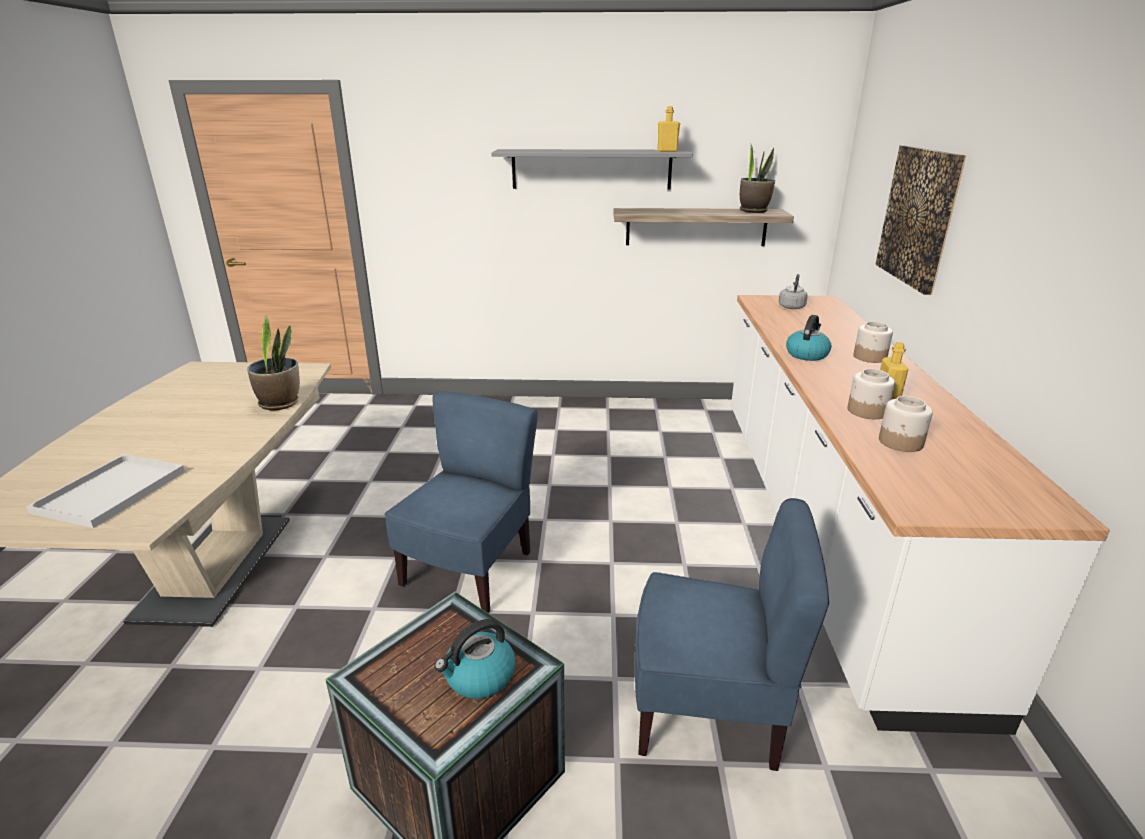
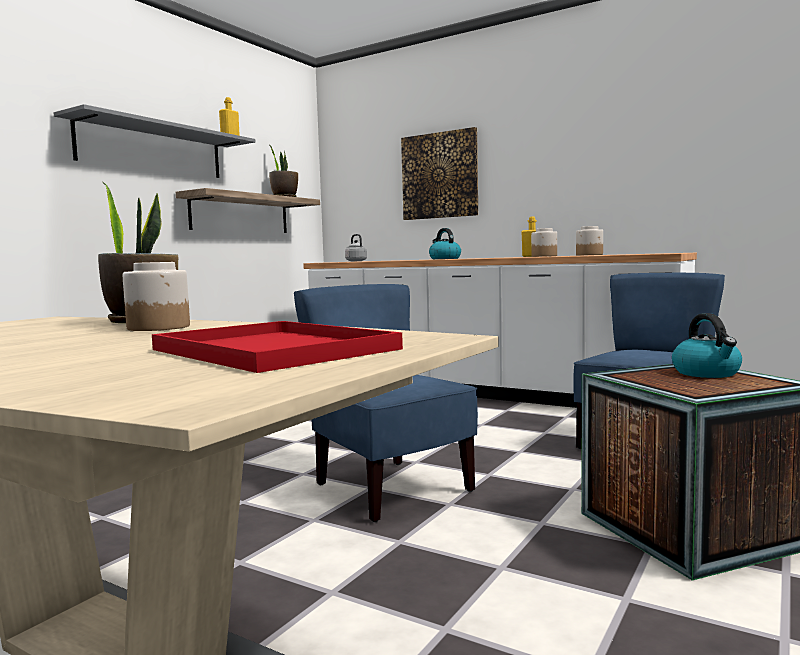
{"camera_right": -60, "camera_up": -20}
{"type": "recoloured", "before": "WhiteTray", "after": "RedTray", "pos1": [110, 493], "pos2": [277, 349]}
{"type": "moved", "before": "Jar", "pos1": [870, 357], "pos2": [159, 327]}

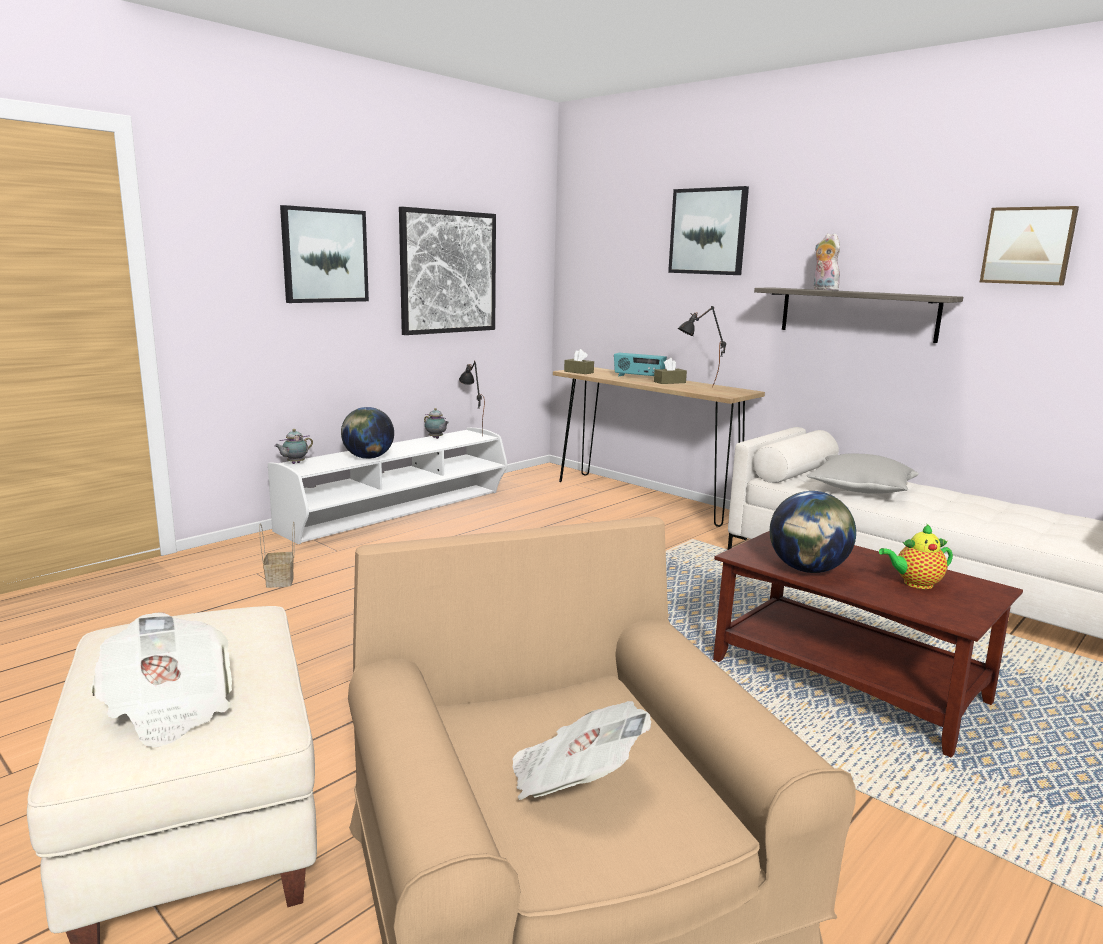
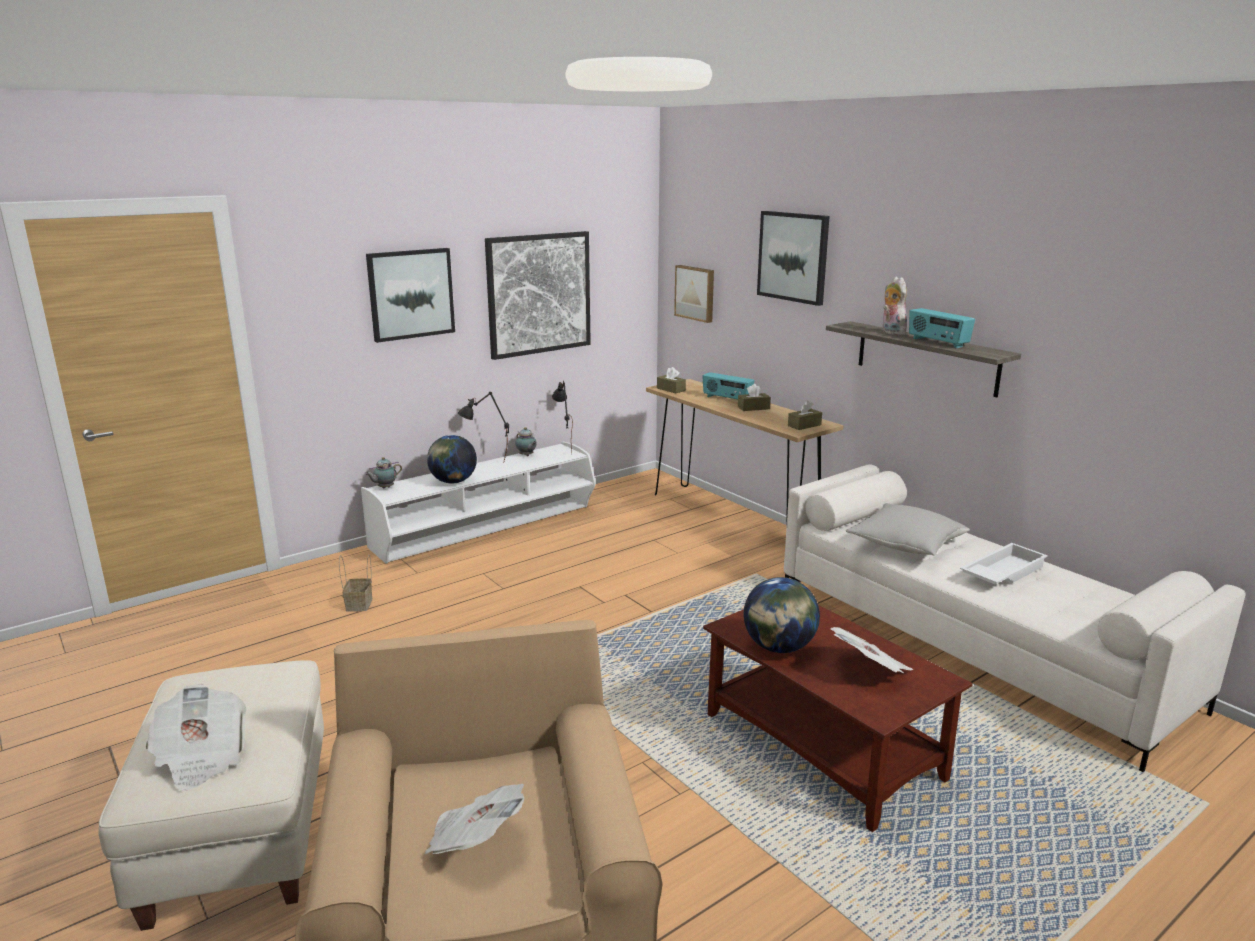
{"camera_right": 10, "camera_up": 5}
{"type": "moved", "before": "BlackTableLamp", "pos1": [698, 389], "pos2": [486, 466]}
{"type": "replaced", "before": "Teapot", "after": "Newspaper", "pos1": [915, 584], "pos2": [870, 670]}
{"type": "moved", "before": "Picture", "pos1": [1028, 246], "pos2": [695, 293]}
{"type": "added", "after": "BrownTissueBox", "pos2": [804, 425]}
{"type": "added", "after": "Radio", "pos2": [937, 343]}
{"type": "added", "after": "WhiteTray", "pos2": [1001, 572]}

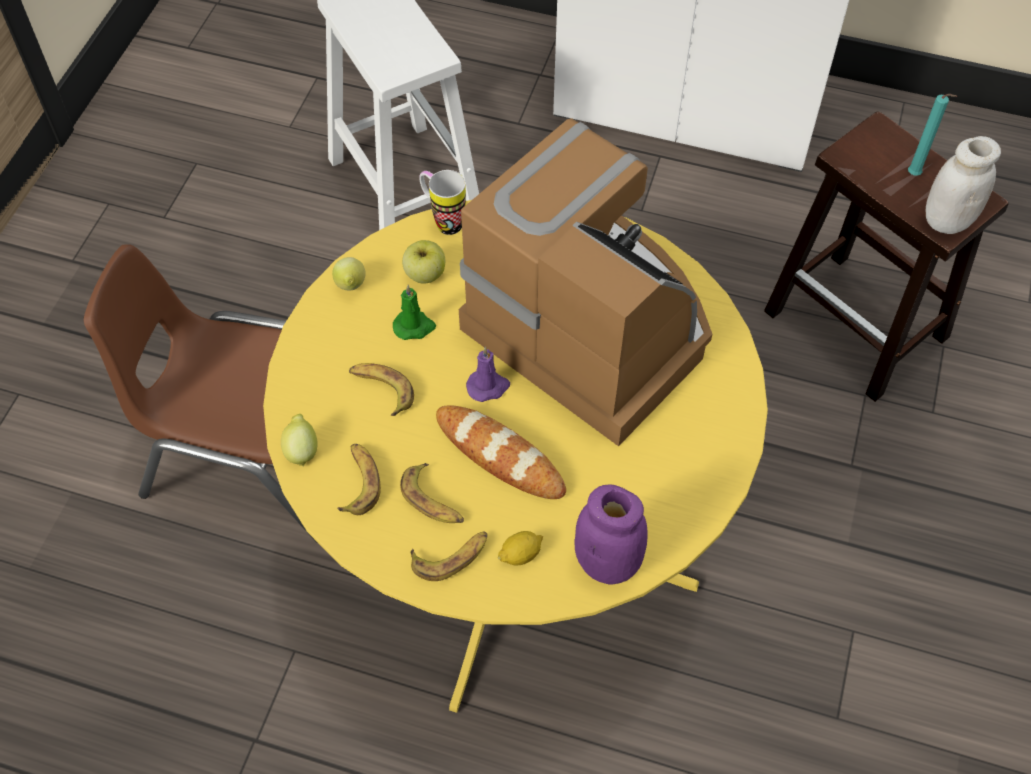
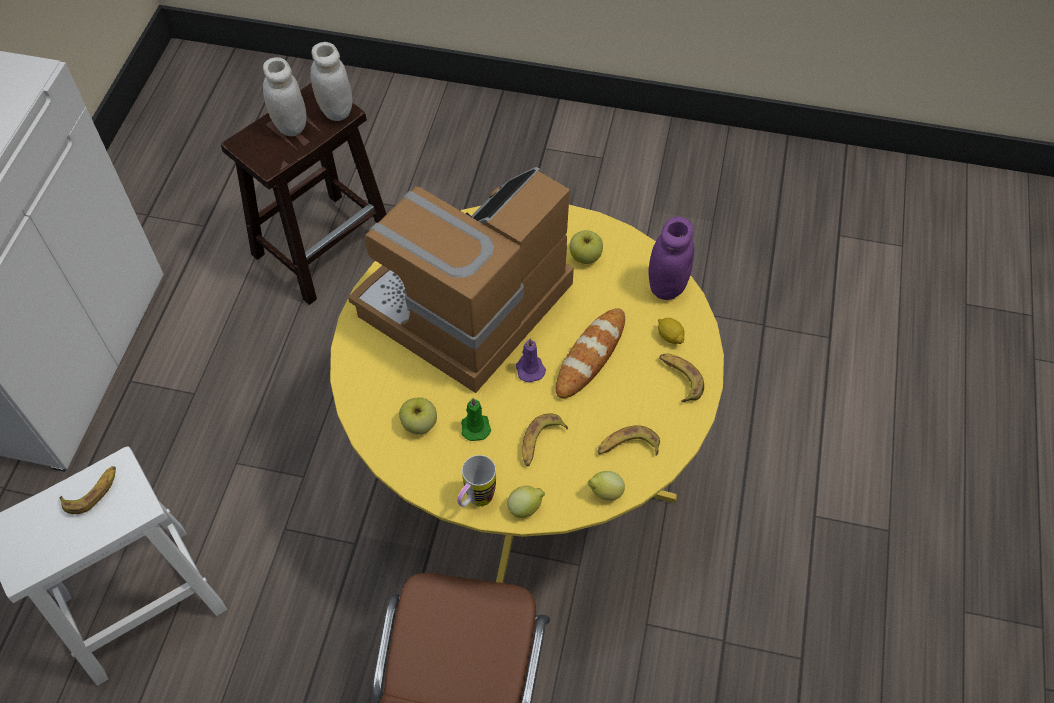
{"camera_right": -95, "camera_up": 0}
{"type": "moved", "before": "Lemon", "pos1": [351, 286], "pos2": [526, 508]}
{"type": "moved", "before": "Banana", "pos1": [433, 500], "pos2": [93, 492]}
{"type": "moved", "before": "Mug", "pos1": [443, 220], "pos2": [475, 502]}
{"type": "replaced", "before": "TurquoiseCandle", "after": "WhiteJar", "pos1": [915, 175], "pos2": [290, 126]}
{"type": "added", "after": "Apple", "pos2": [585, 256]}

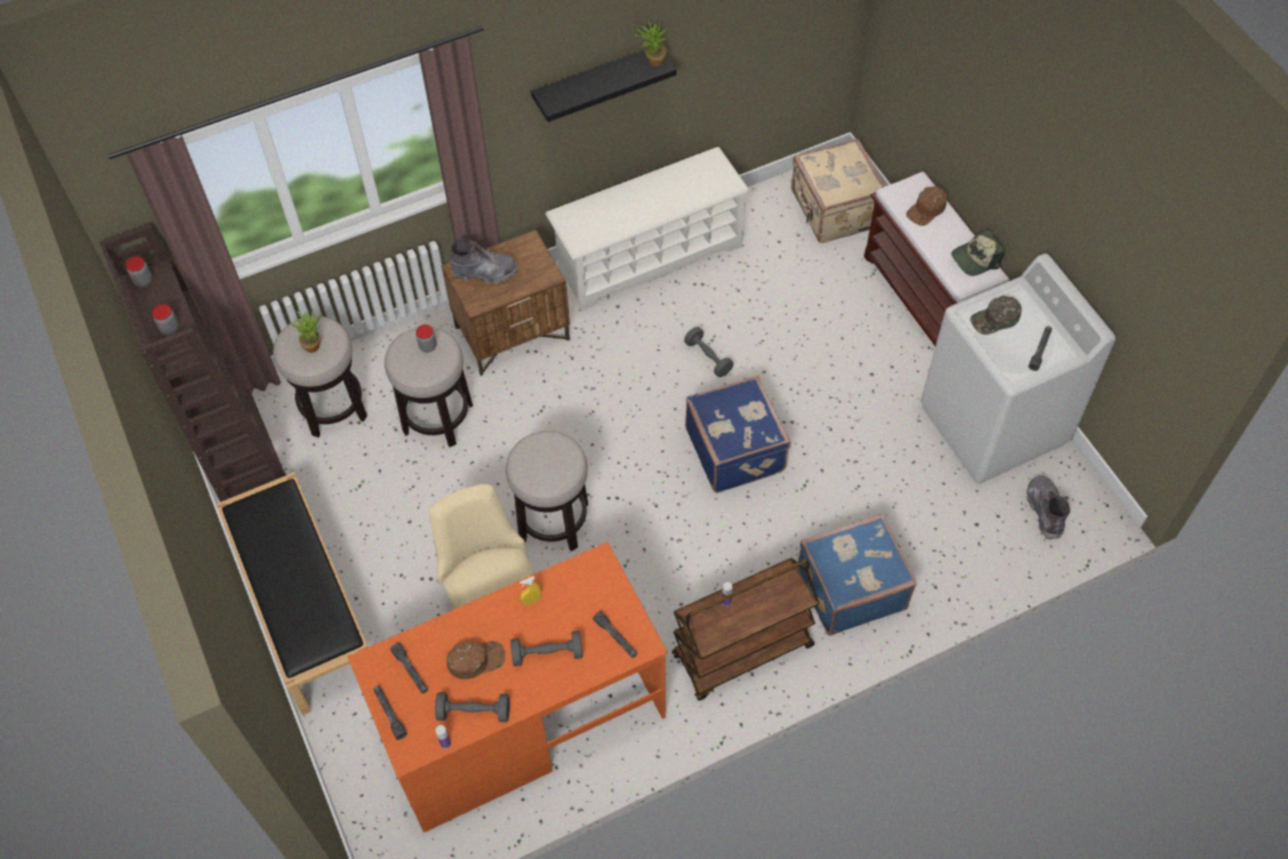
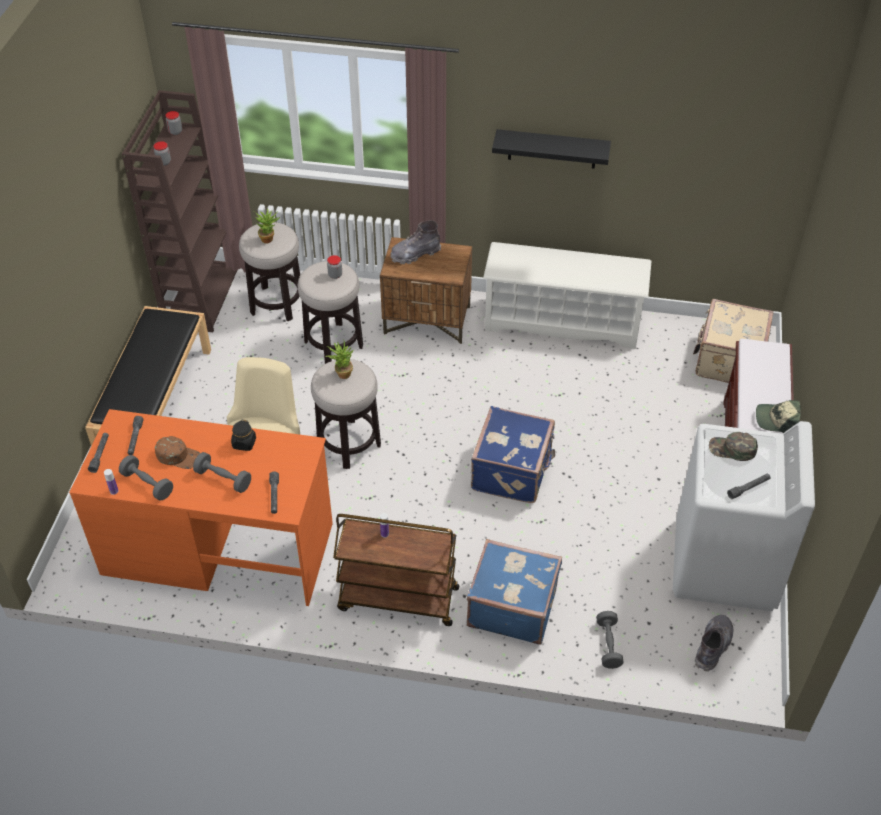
{"camera_right": 35, "camera_up": -10}
{"type": "turned", "before": "GreyBoot", "pos1": [485, 272], "pos2": [415, 254], "turn": 120}
{"type": "replaced", "before": "YellowSprayBottle", "after": "BlackJar", "pos1": [531, 601], "pos2": [244, 443]}
{"type": "moved", "before": "PottedPlant", "pos1": [652, 61], "pos2": [341, 373]}
{"type": "moved", "before": "GreyDumbbell", "pos1": [708, 358], "pos2": [608, 645]}
{"type": "removed", "before": "BrownCap", "pos1": [926, 210]}

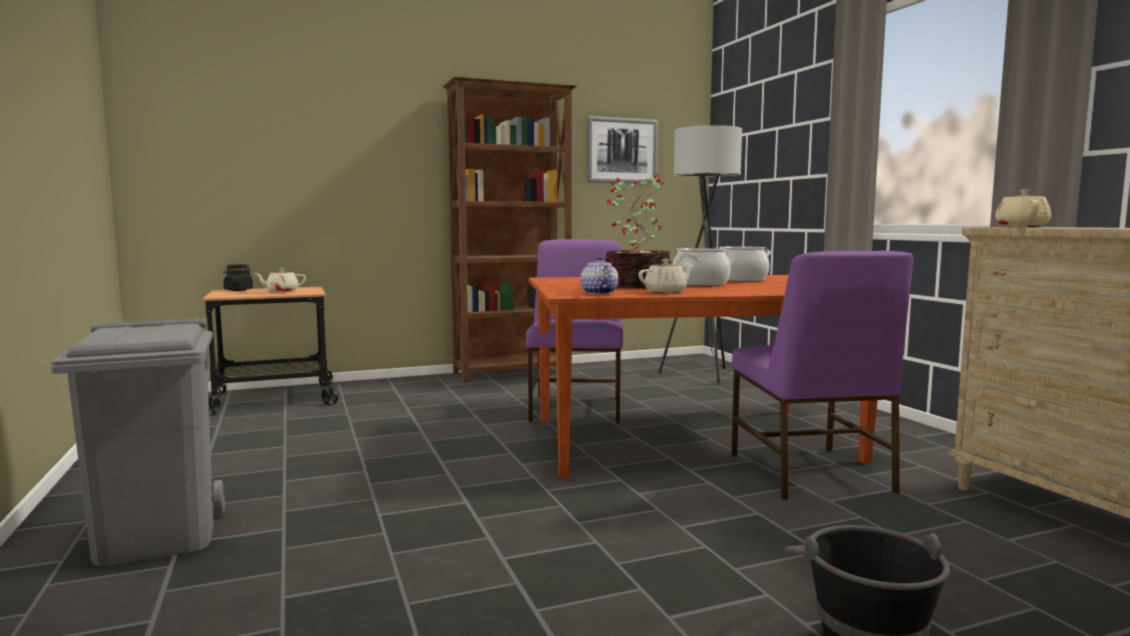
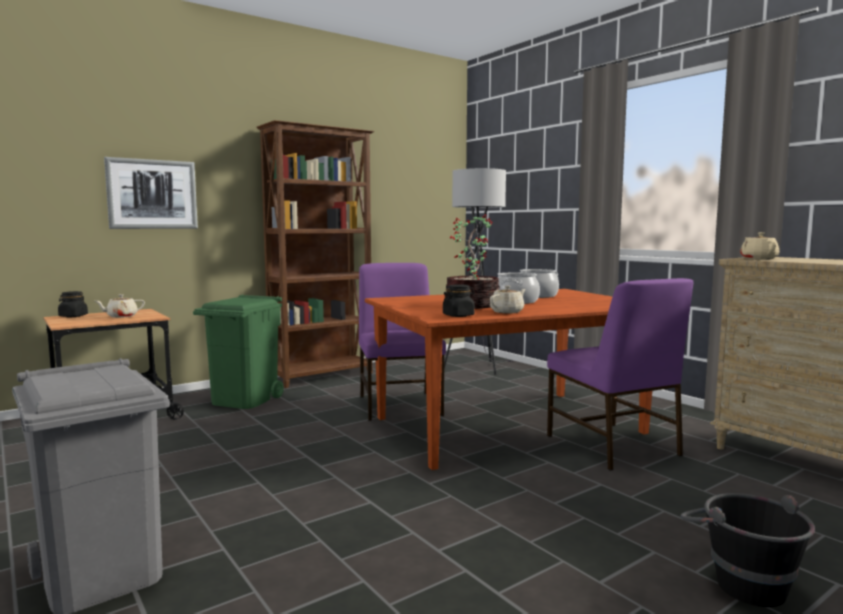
{"camera_right": -15, "camera_up": 0}
{"type": "replaced", "before": "Teapot", "after": "BlackJar", "pos1": [598, 293], "pos2": [458, 315]}
{"type": "moved", "before": "Picture", "pos1": [621, 150], "pos2": [152, 194]}
{"type": "added", "after": "GreenTrashCan", "pos2": [245, 400]}

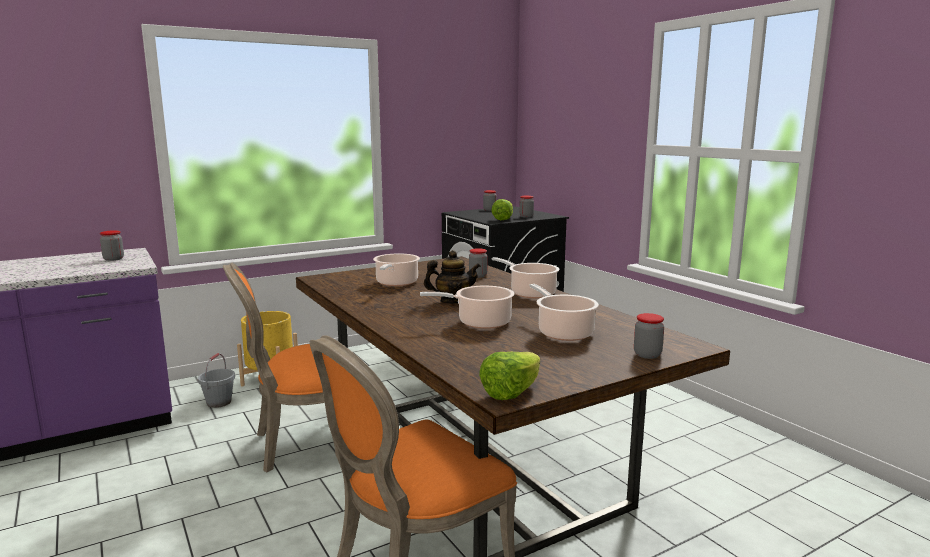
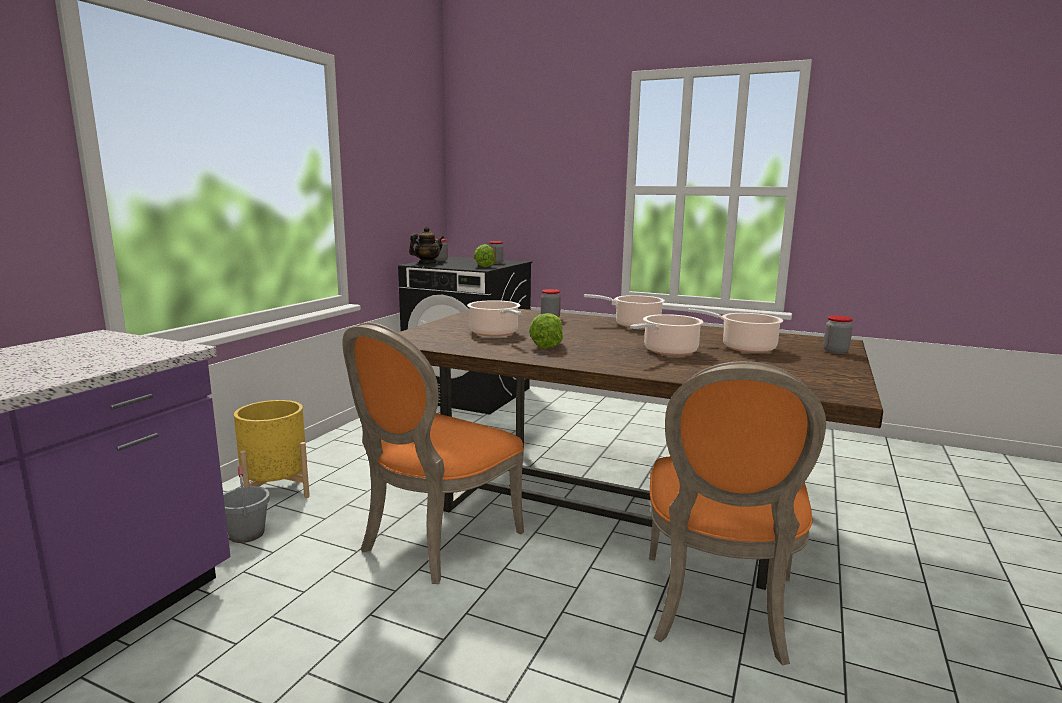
{"camera_right": -35, "camera_up": 0}
{"type": "removed", "before": "Jar", "pos1": [113, 259]}
{"type": "moved", "before": "Teapot", "pos1": [452, 301], "pos2": [427, 263]}
{"type": "moved", "before": "Lettuce", "pos1": [511, 392], "pos2": [547, 345]}

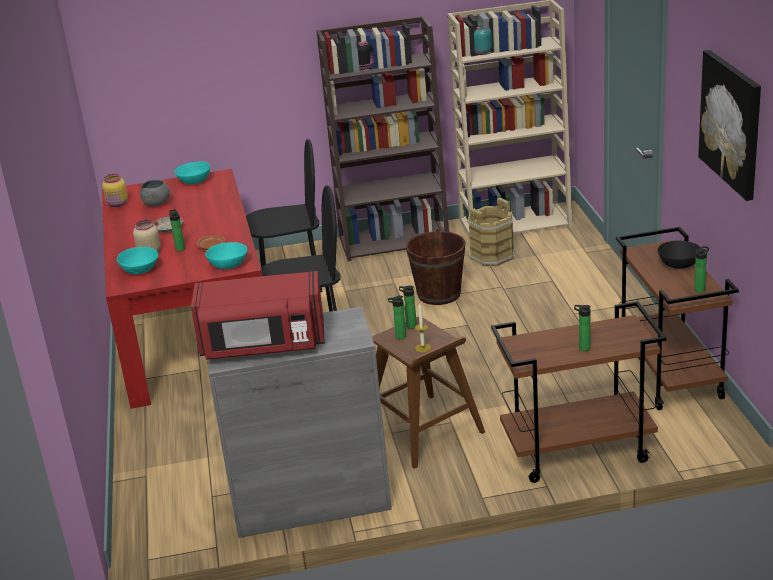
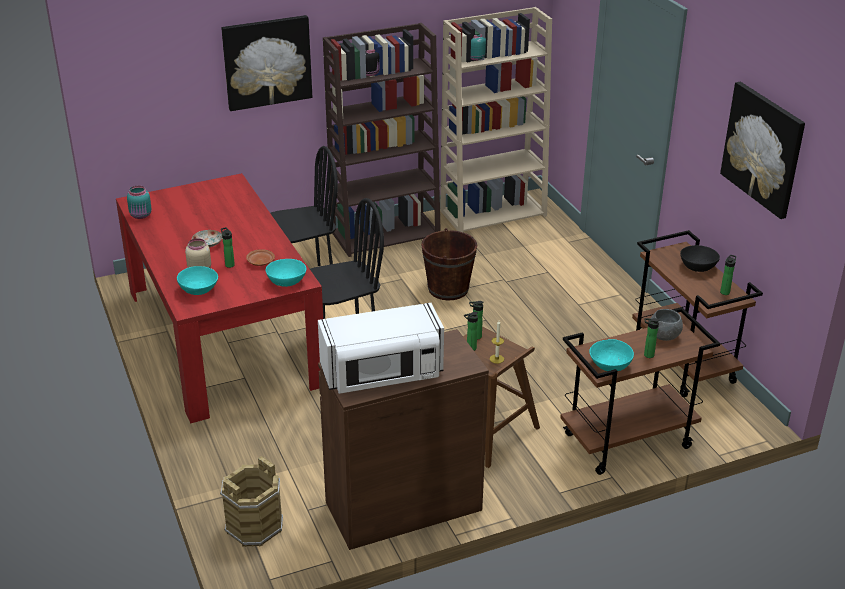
{"camera_right": -15, "camera_up": 5}
{"type": "recoloured", "before": "YellowJar", "after": "TurquoiseJar", "pos1": [118, 204], "pos2": [141, 215]}
{"type": "moved", "before": "GreyBowl", "pos1": [156, 204], "pos2": [663, 336]}
{"type": "moved", "before": "TurquoiseBowl", "pos1": [194, 181], "pos2": [610, 365]}
{"type": "recoloured", "before": "RedMicrowave", "after": "WhiteMicrowave", "pos1": [263, 345], "pos2": [382, 374]}
{"type": "recoloured", "before": "GreyCabinet", "after": "BrownCabinet", "pos1": [310, 500], "pos2": [403, 506]}
{"type": "moved", "before": "BrownBucket", "pos1": [491, 256], "pos2": [254, 526]}
{"type": "added", "after": "Picture", "pos2": [267, 62]}

